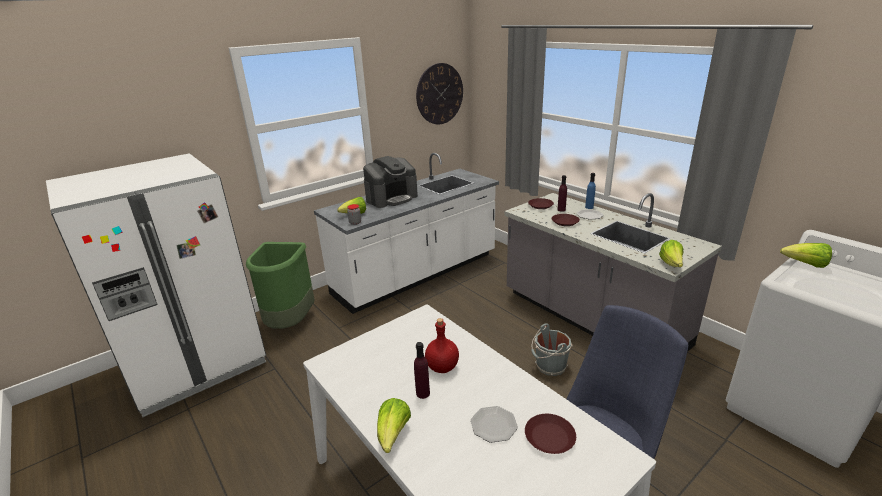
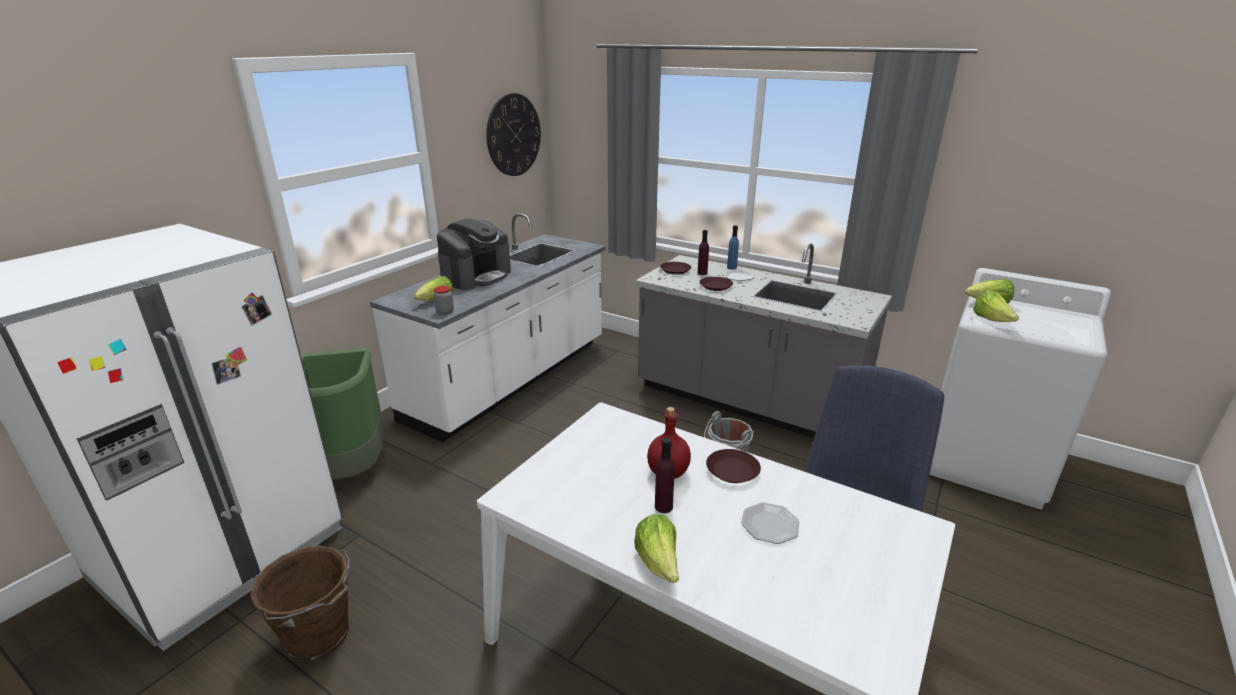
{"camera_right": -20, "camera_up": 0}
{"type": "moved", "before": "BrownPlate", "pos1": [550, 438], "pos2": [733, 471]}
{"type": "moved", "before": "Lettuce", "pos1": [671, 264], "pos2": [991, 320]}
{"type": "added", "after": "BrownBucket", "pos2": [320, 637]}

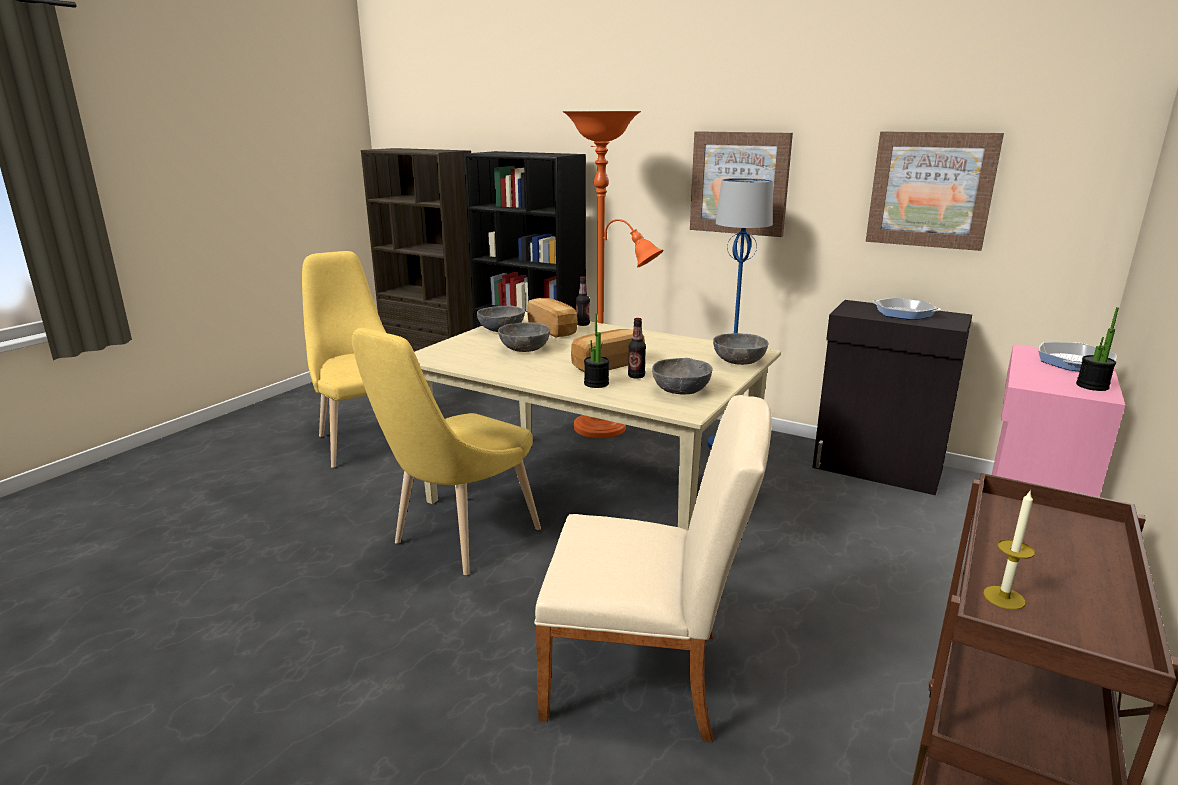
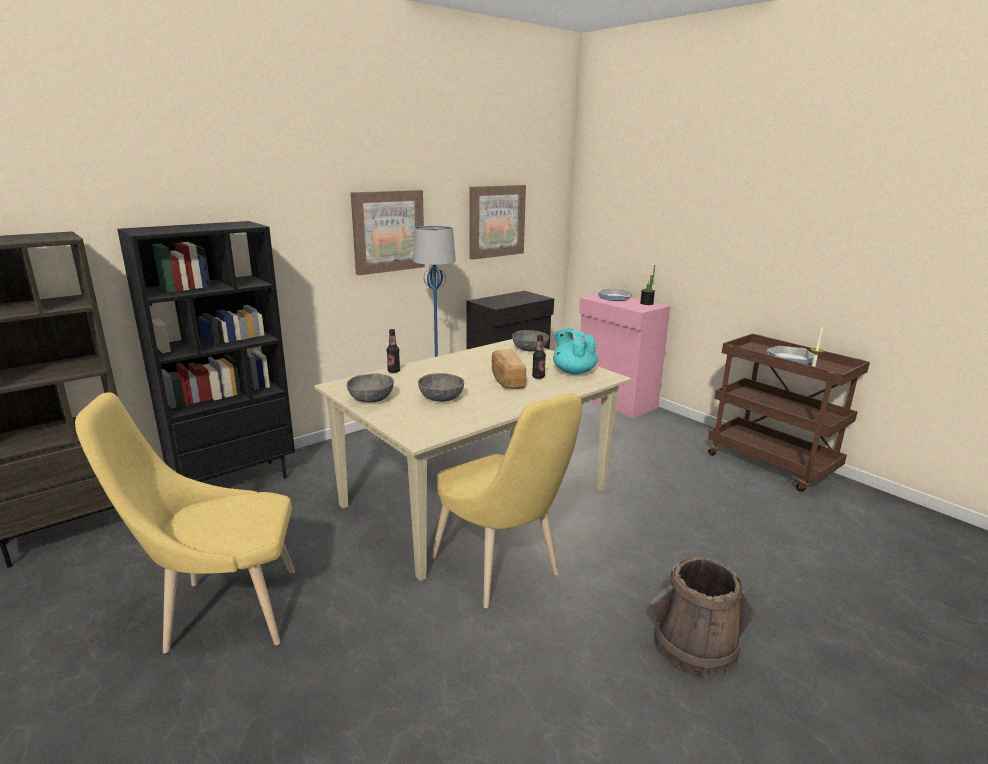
{"camera_right": -70, "camera_up": 0}
{"type": "removed", "before": "Bread", "pos1": [553, 329]}
{"type": "removed", "before": "BeigeChair", "pos1": [647, 676]}
{"type": "removed", "before": "OrangeFloorLamp", "pos1": [606, 429]}
{"type": "removed", "before": "PottedPlant", "pos1": [596, 383]}
{"type": "replaced", "before": "GreyBowl", "after": "TurquoiseTeapot", "pos1": [681, 390], "pos2": [573, 371]}
{"type": "moved", "before": "FryingPan", "pos1": [904, 313], "pos2": [790, 359]}
{"type": "added", "after": "BrownBucket", "pos2": [694, 646]}

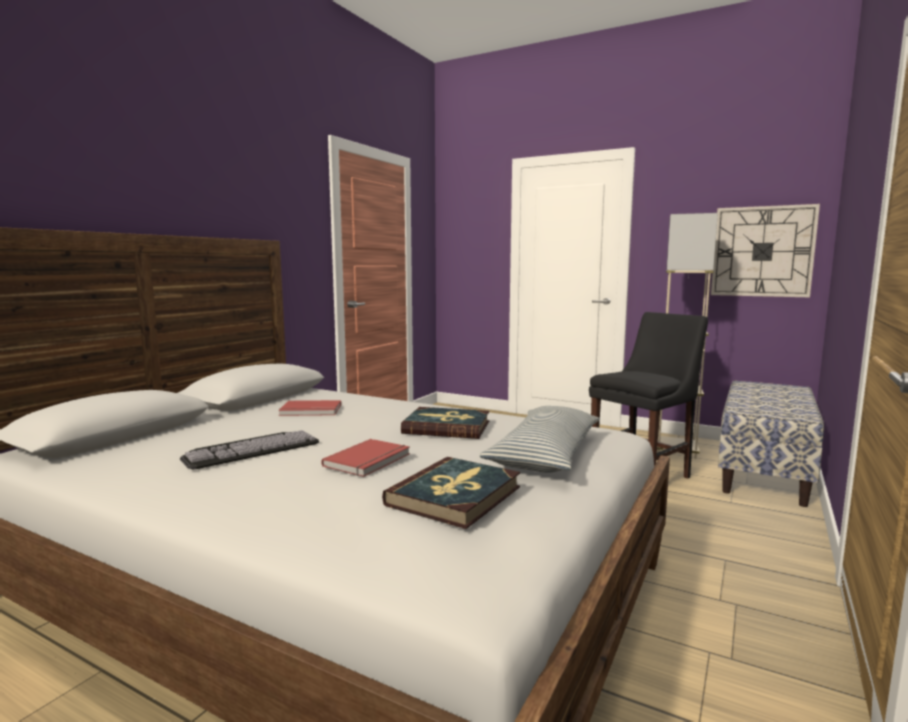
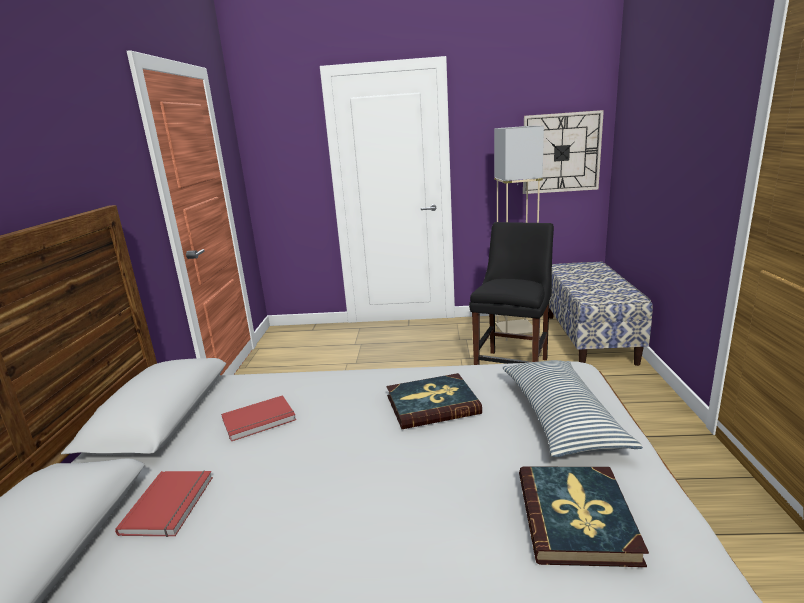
{"camera_right": -25, "camera_up": 10}
{"type": "removed", "before": "Keyboard", "pos1": [251, 448]}
{"type": "moved", "before": "RedBook", "pos1": [369, 460], "pos2": [171, 504]}

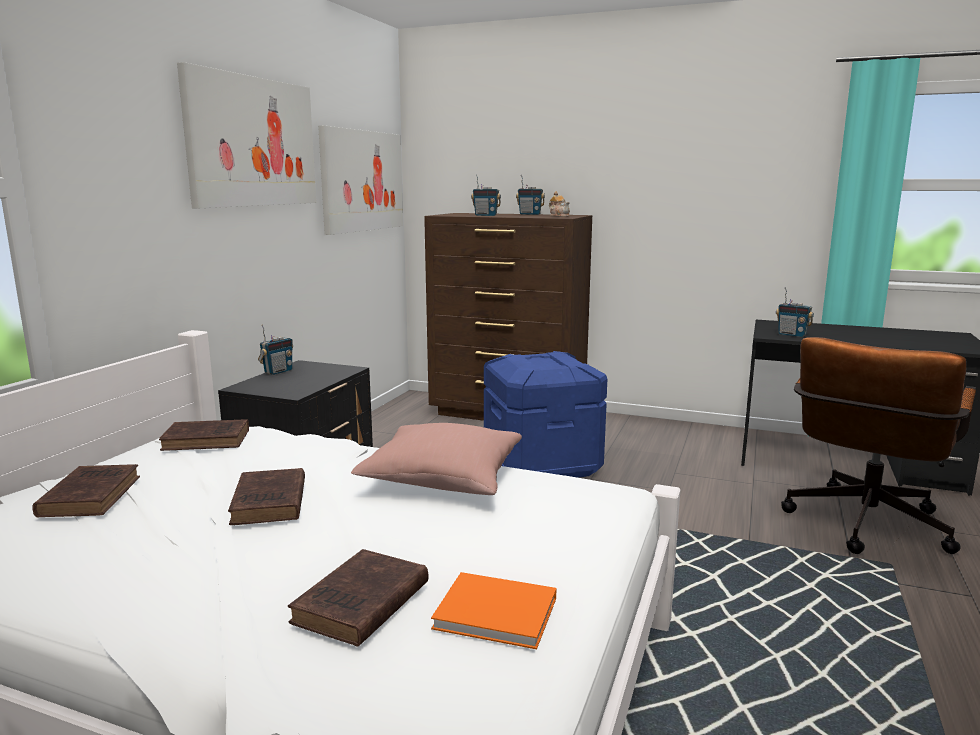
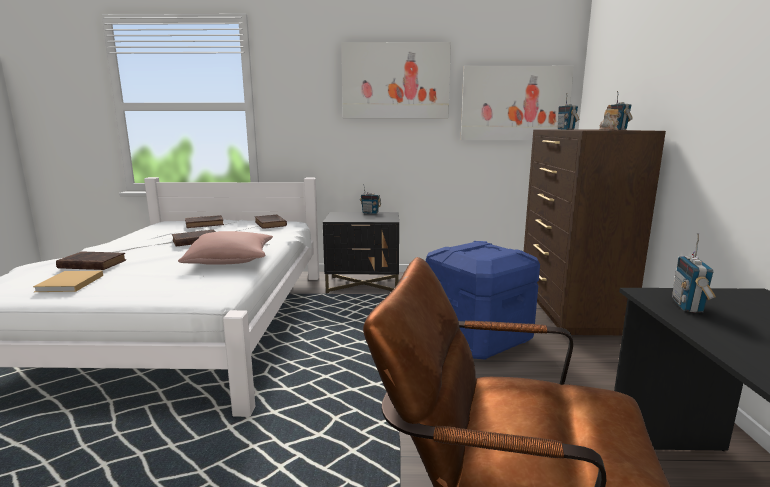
{"camera_right": 70, "camera_up": 0}
{"type": "recoloured", "before": "OrangeBook", "after": "BeigeBook", "pos1": [499, 614], "pos2": [69, 284]}

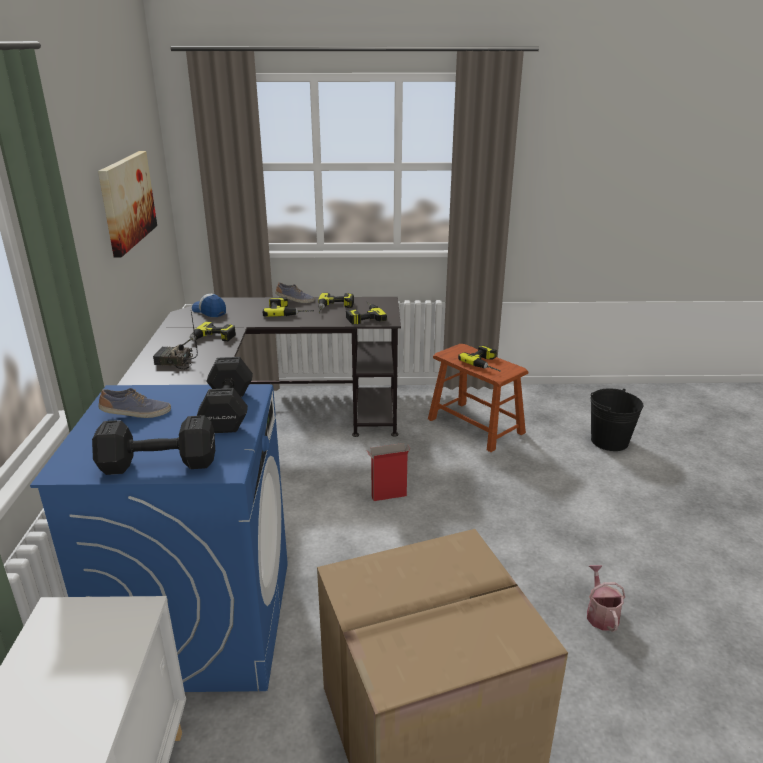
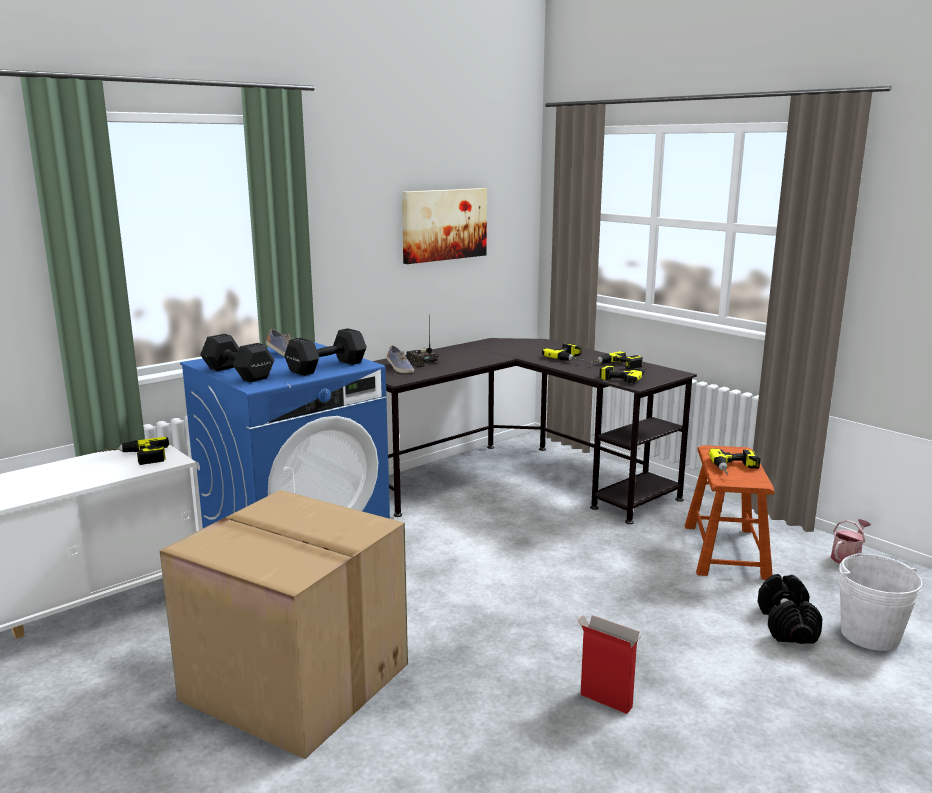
{"camera_right": 50, "camera_up": -10}
{"type": "moved", "before": "PowerDrill", "pos1": [209, 340], "pos2": [134, 458]}
{"type": "removed", "before": "Cap", "pos1": [209, 311]}
{"type": "moved", "before": "Shoe", "pos1": [295, 300], "pos2": [399, 368]}
{"type": "moved", "before": "CardboardBox", "pos1": [388, 496], "pos2": [605, 700]}
{"type": "moved", "before": "WateringCan", "pos1": [600, 614], "pos2": [847, 557]}
{"type": "recoloured", "before": "BlackBucket", "after": "WhiteBucket", "pos1": [609, 441], "pos2": [869, 635]}
{"type": "added", "after": "BlackDumbbell", "pos2": [786, 625]}

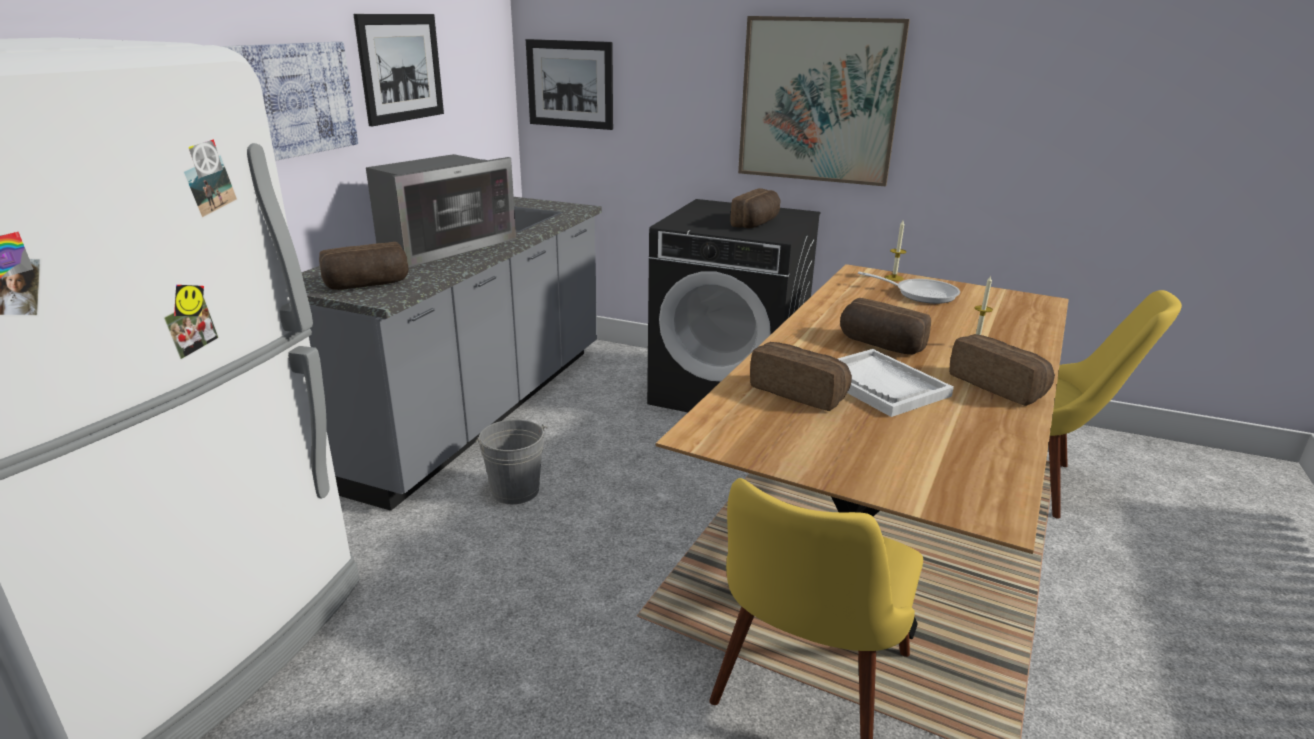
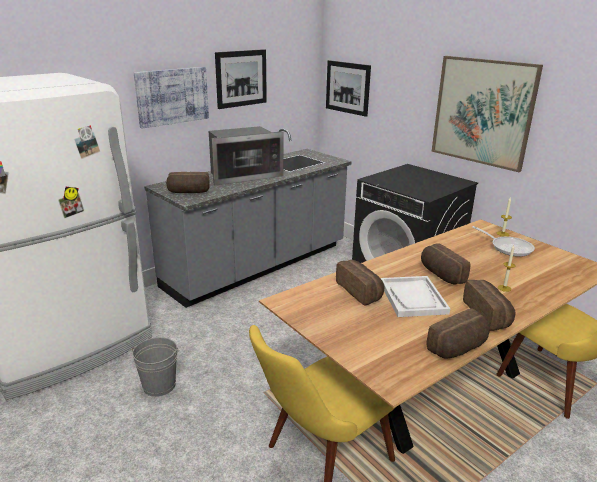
{"camera_right": 25, "camera_up": 0}
{"type": "moved", "before": "GreyBucket", "pos1": [515, 491], "pos2": [159, 385]}
{"type": "moved", "before": "Bread", "pos1": [757, 223], "pos2": [459, 348]}

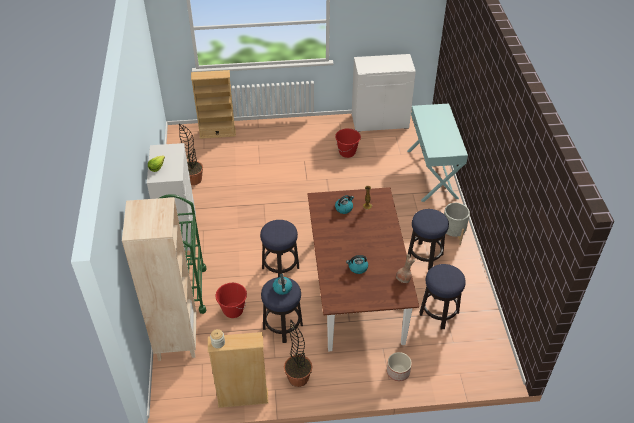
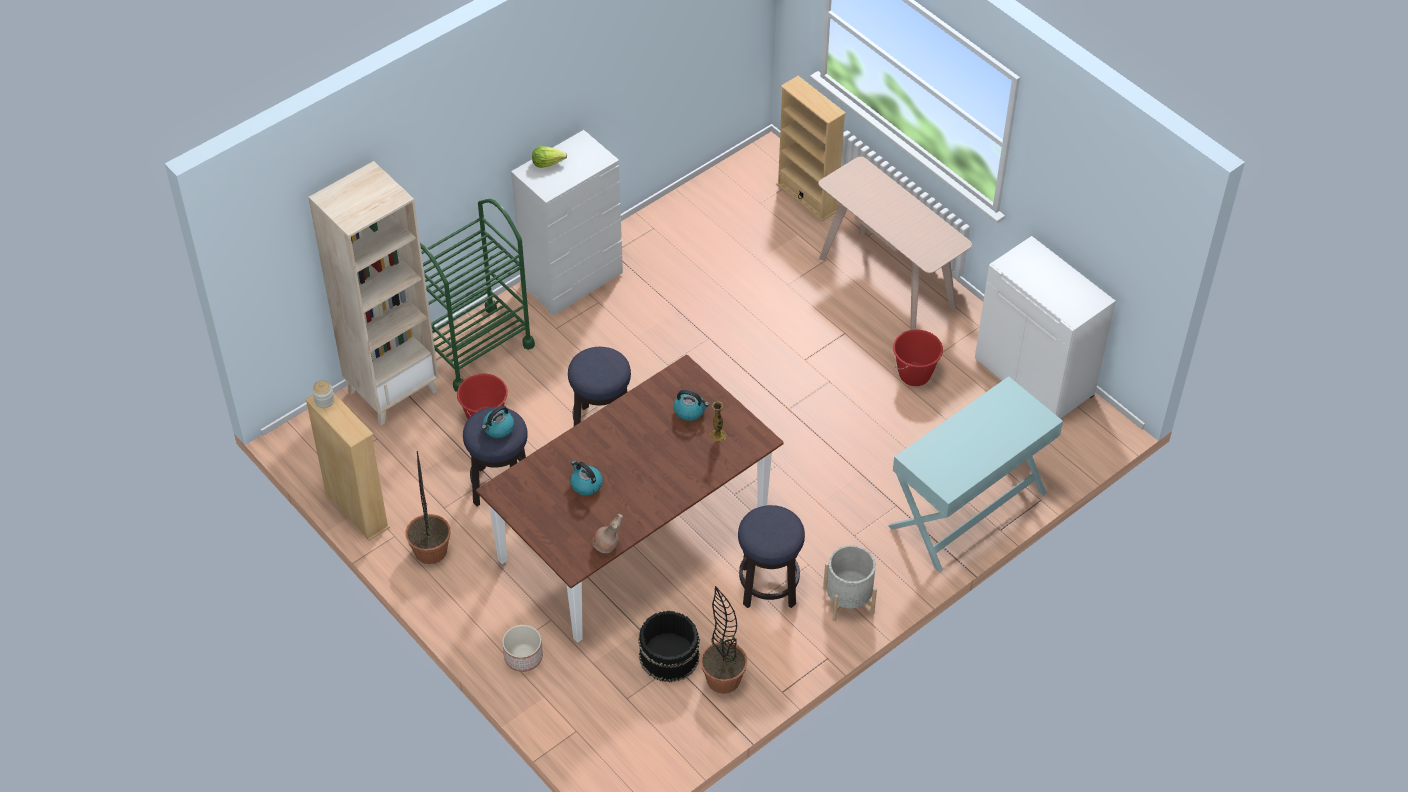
{"camera_right": 55, "camera_up": 5}
{"type": "moved", "before": "PottedPlant", "pos1": [193, 179], "pos2": [723, 679]}
{"type": "replaced", "before": "Stool", "after": "BlackBucket", "pos1": [439, 313], "pos2": [668, 656]}
{"type": "added", "after": "BeigeConsoleTable", "pos2": [887, 282]}

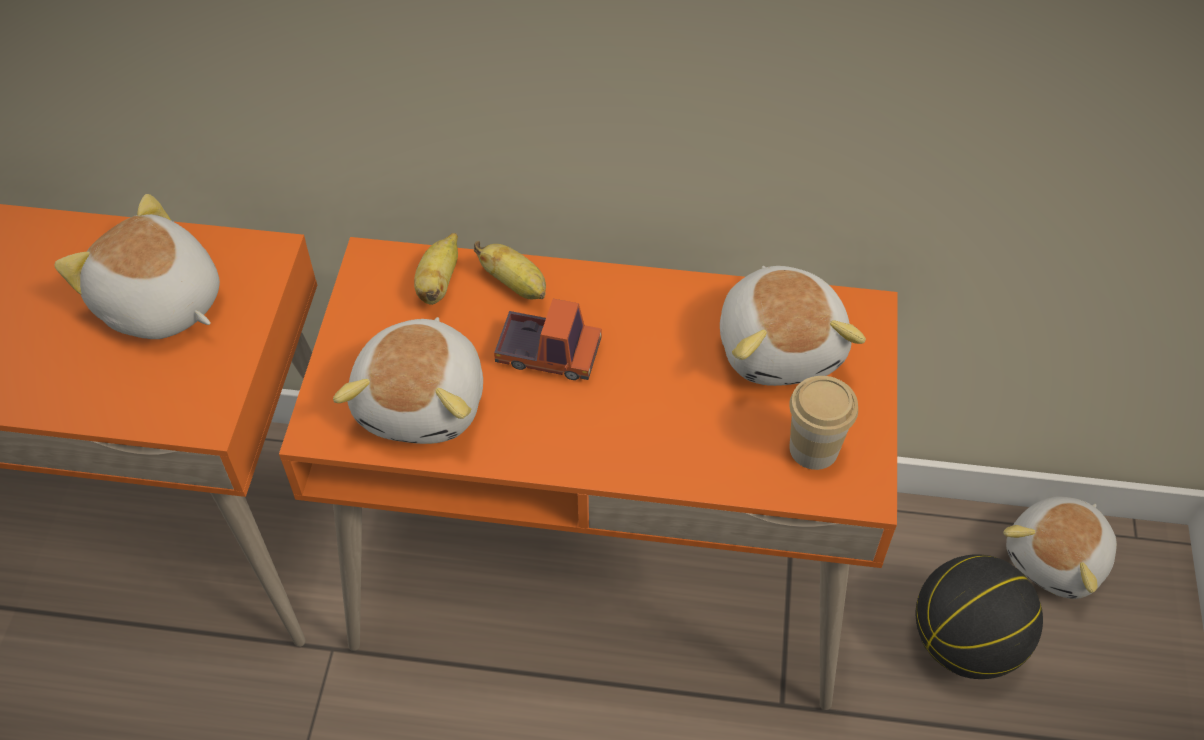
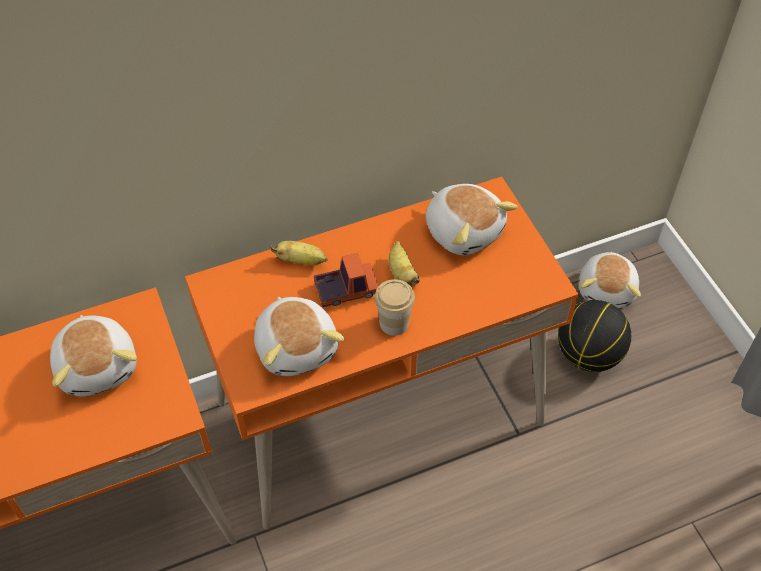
{"camera_right": -30, "camera_up": 0}
{"type": "turned", "before": "PlushToy", "pos1": [159, 304], "pos2": [98, 366], "turn": -120}
{"type": "moved", "before": "Banana", "pos1": [439, 283], "pos2": [402, 273]}
{"type": "moved", "before": "Cup", "pos1": [813, 449], "pos2": [394, 323]}

